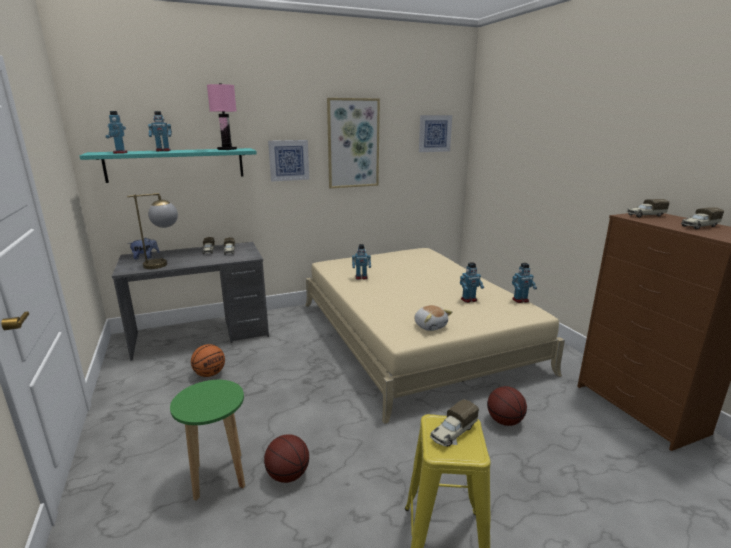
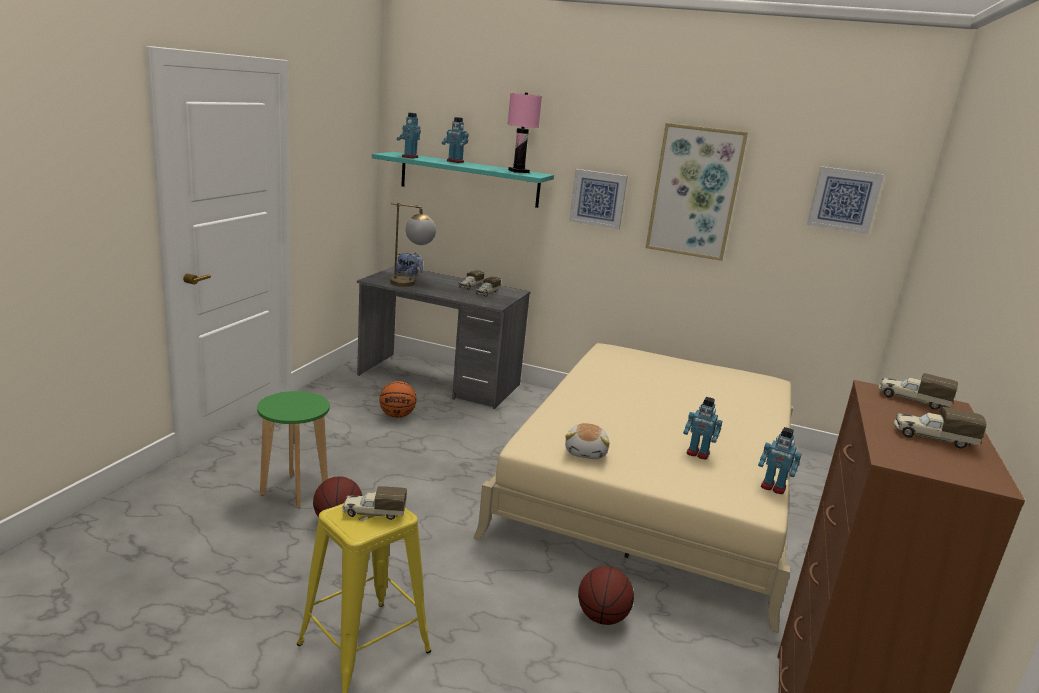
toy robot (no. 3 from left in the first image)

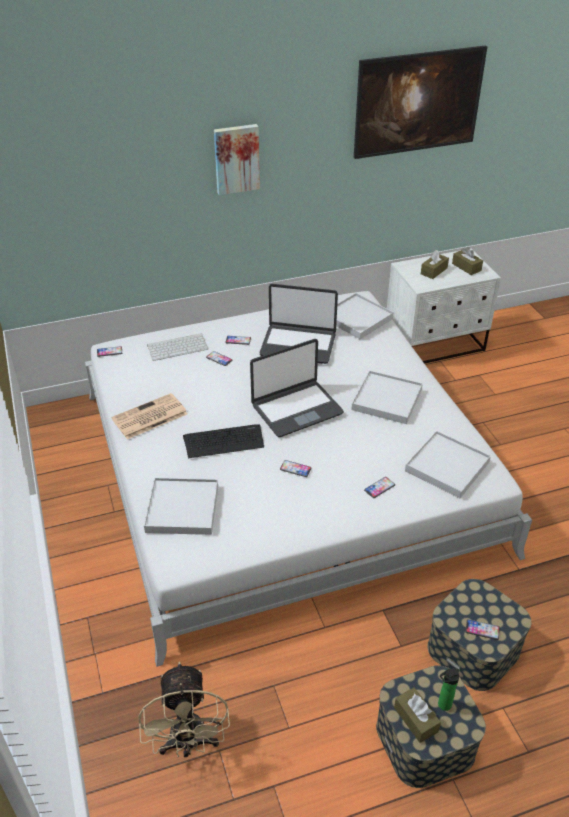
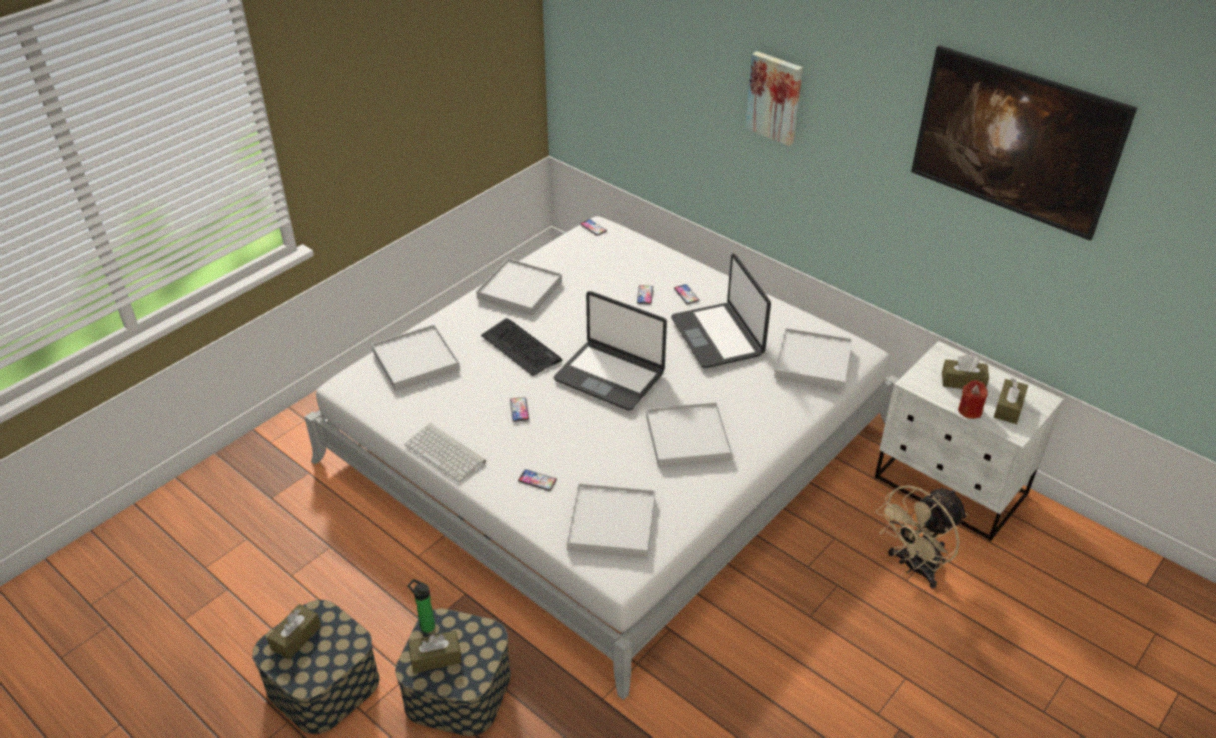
keyboard (no. 1 from left)
bottle
brown tissue box (no. 2 from left)
white tray (no. 2 from left)
beige fan
red candle

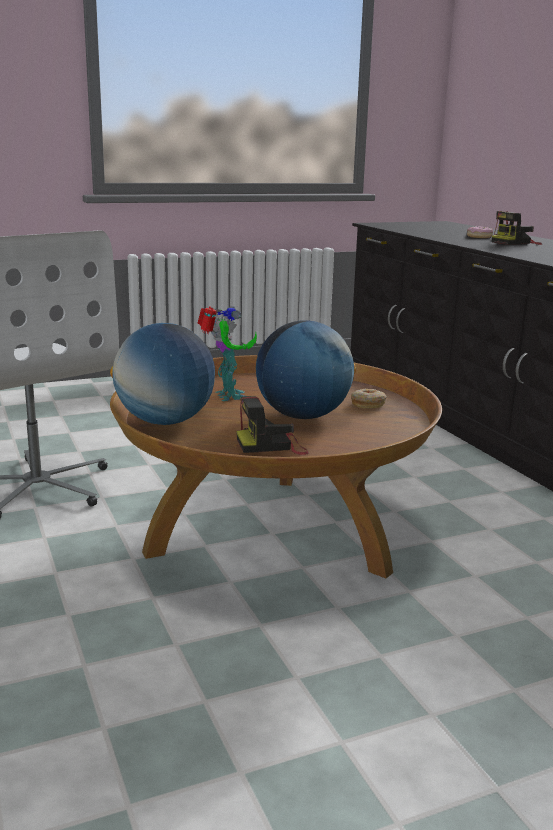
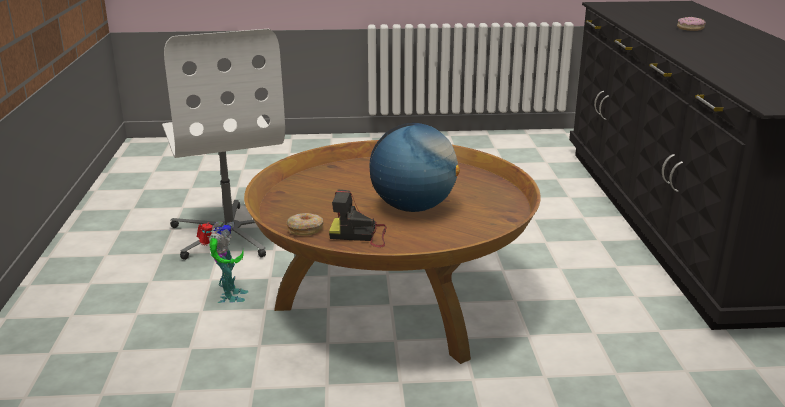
toy robot
donut (no. 1 from left)
globe (no. 1 from left in the first image)
photo camera (no. 2 from left in the first image)

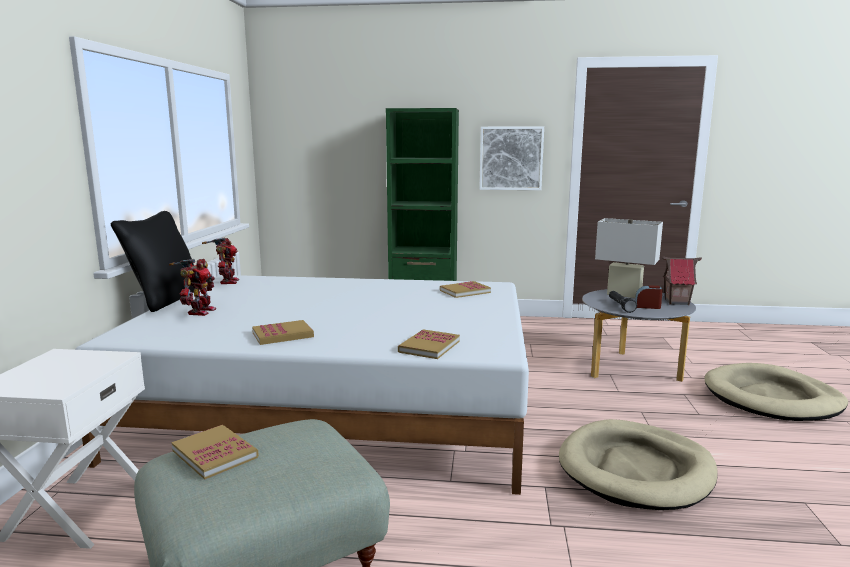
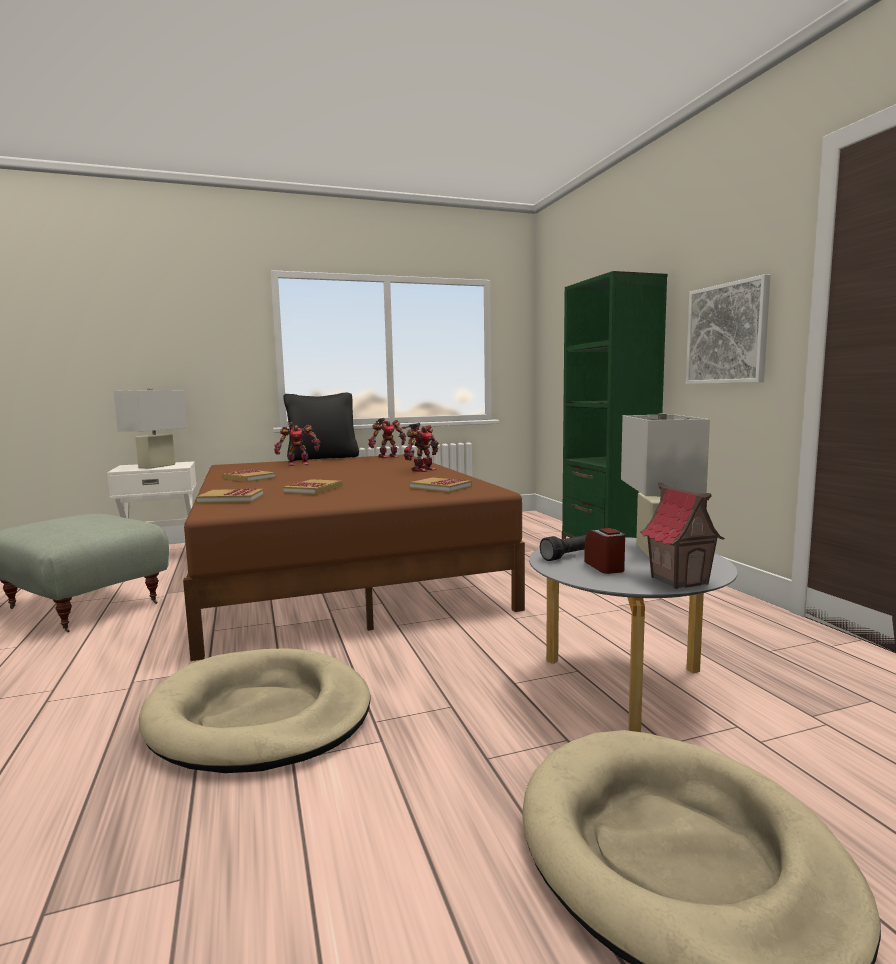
white table lamp (no. 1 from left)
brown bed
book (no. 3 from left)
toy robot (no. 3 from left)

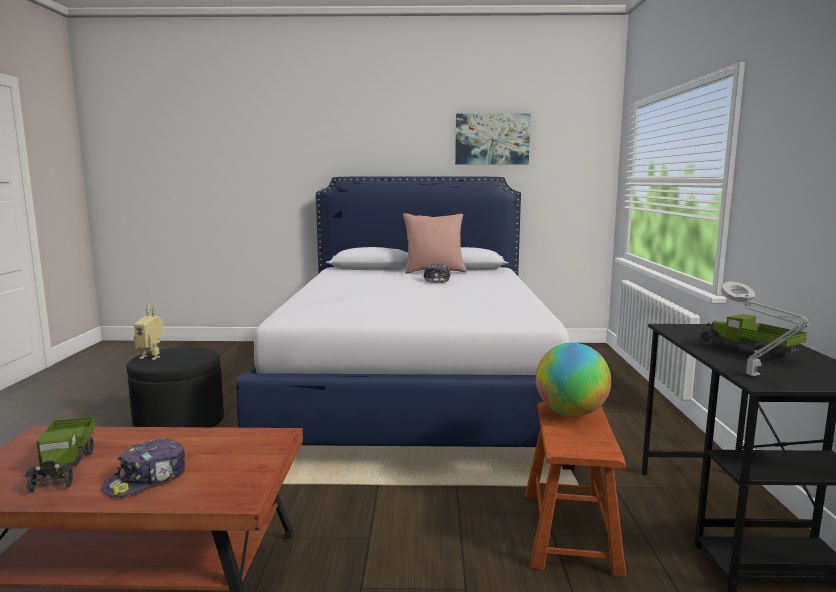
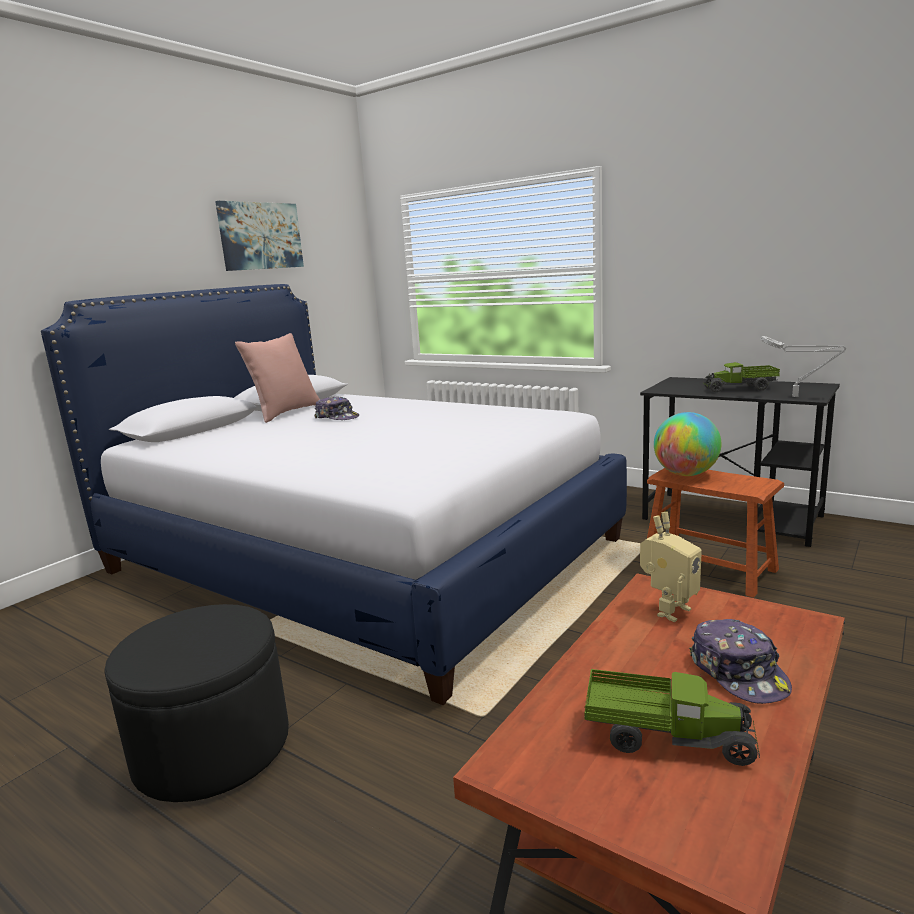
toy robot

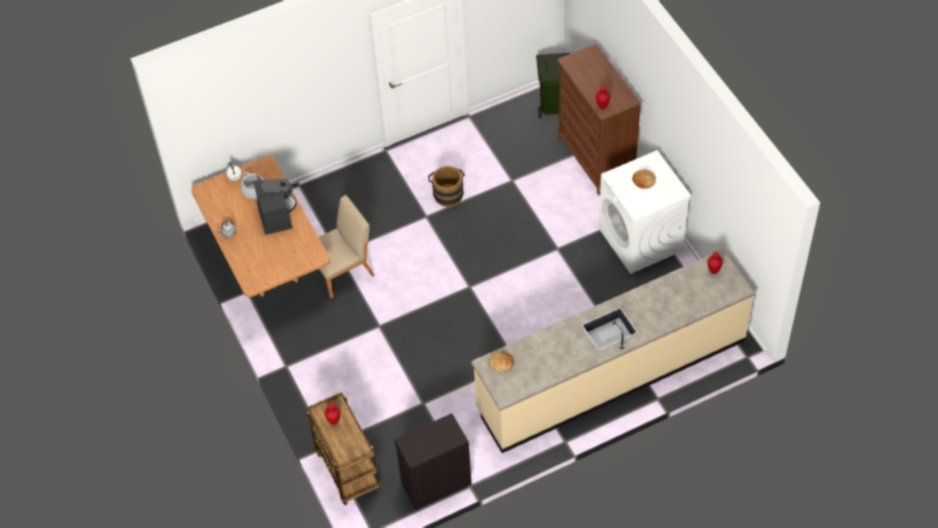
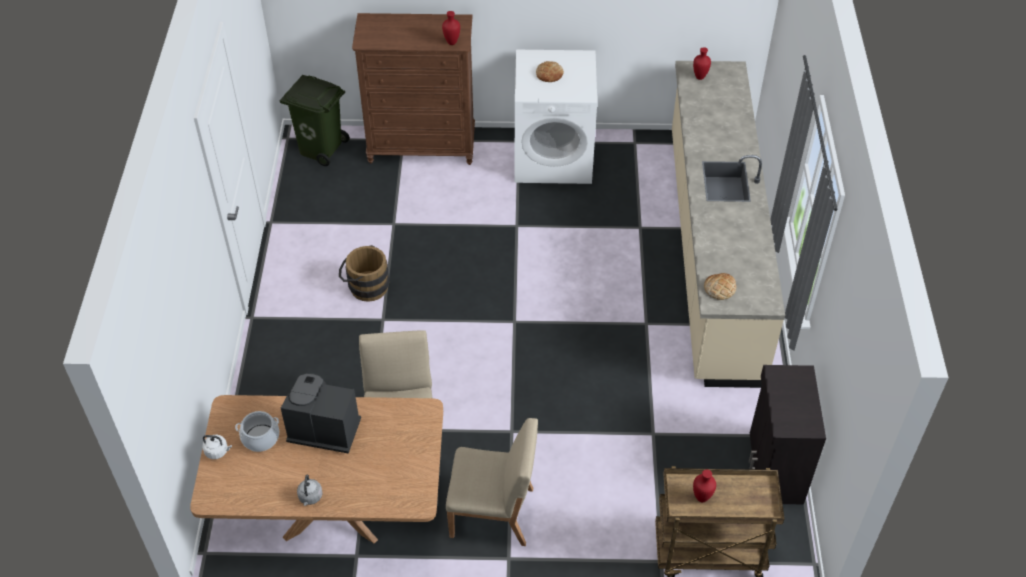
beige chair (no. 2 from left)

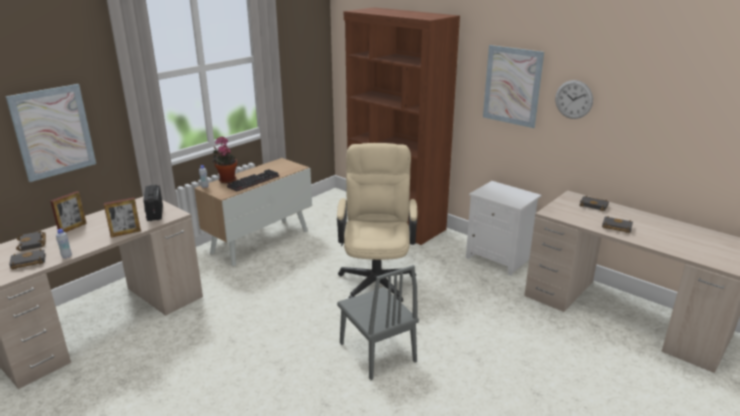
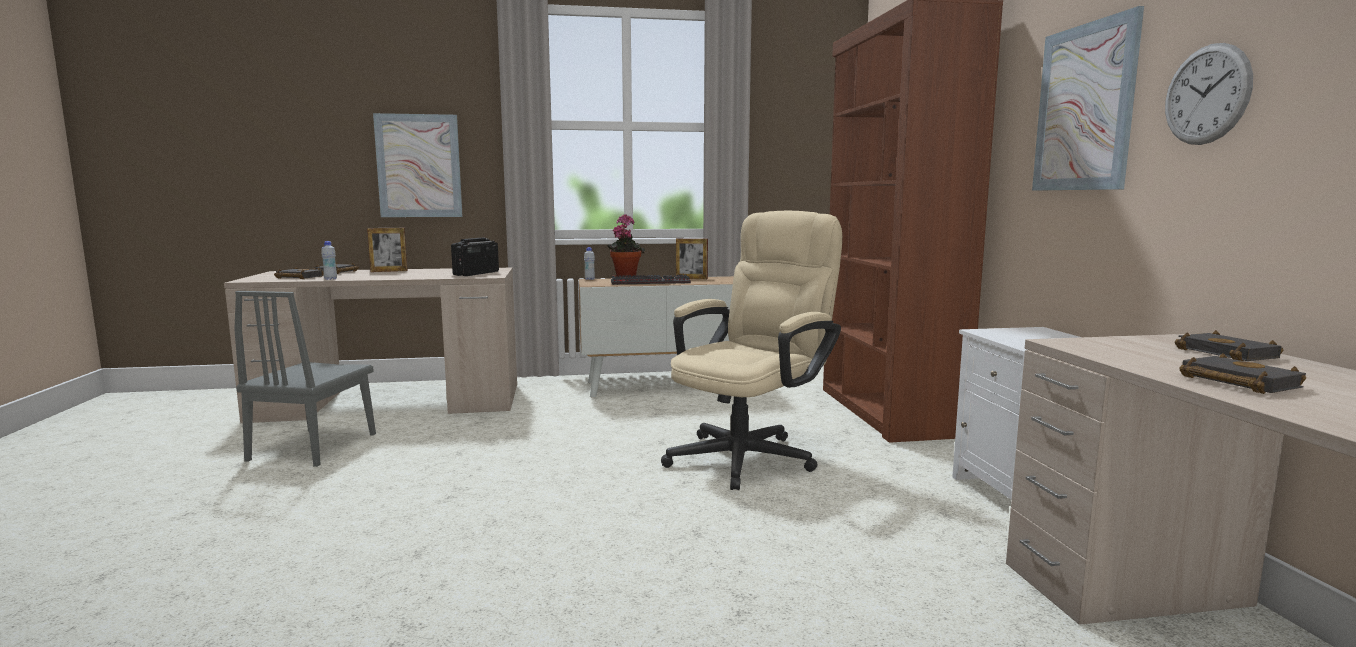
grey chair
picture frame (no. 2 from left)

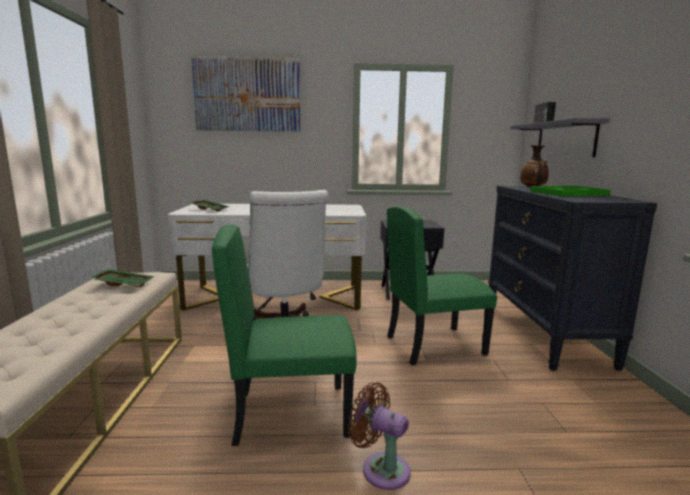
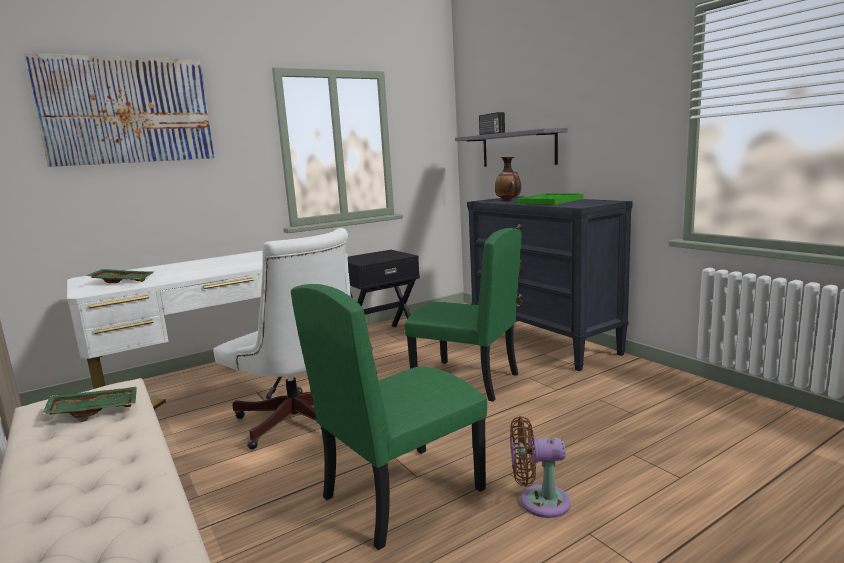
green chair (no. 2 from left)

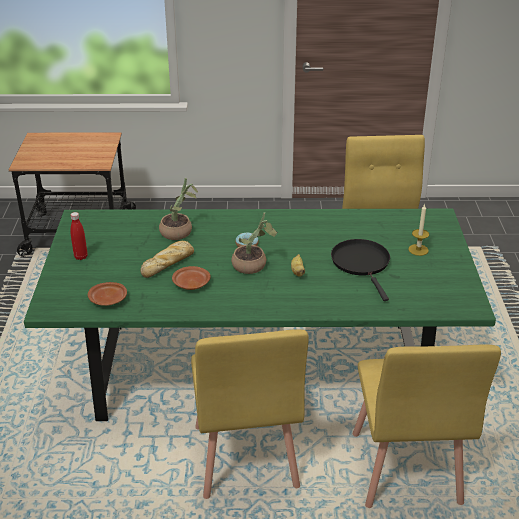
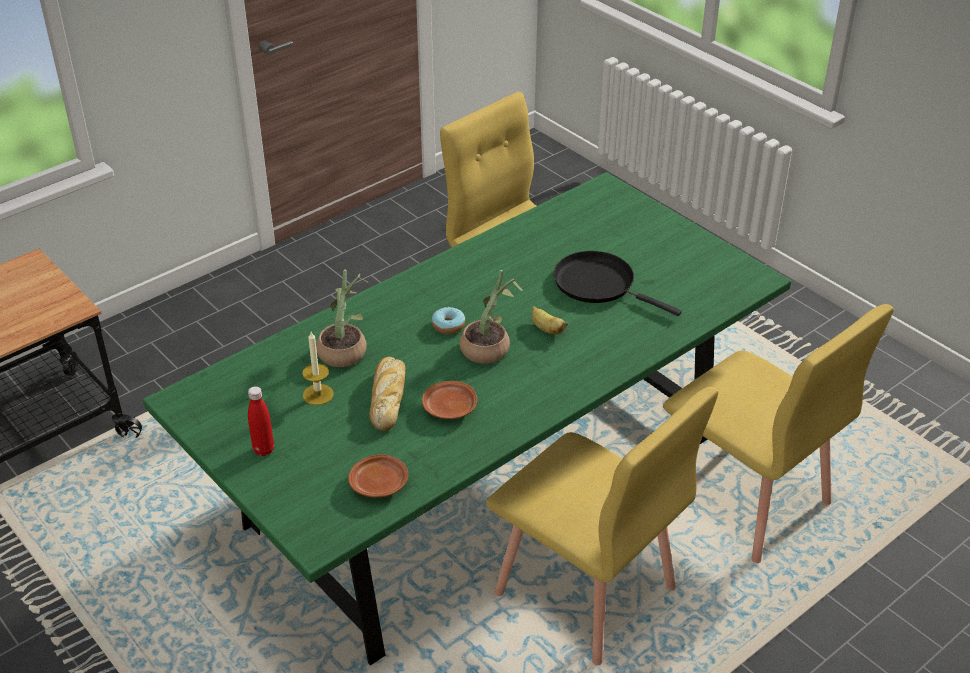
candle

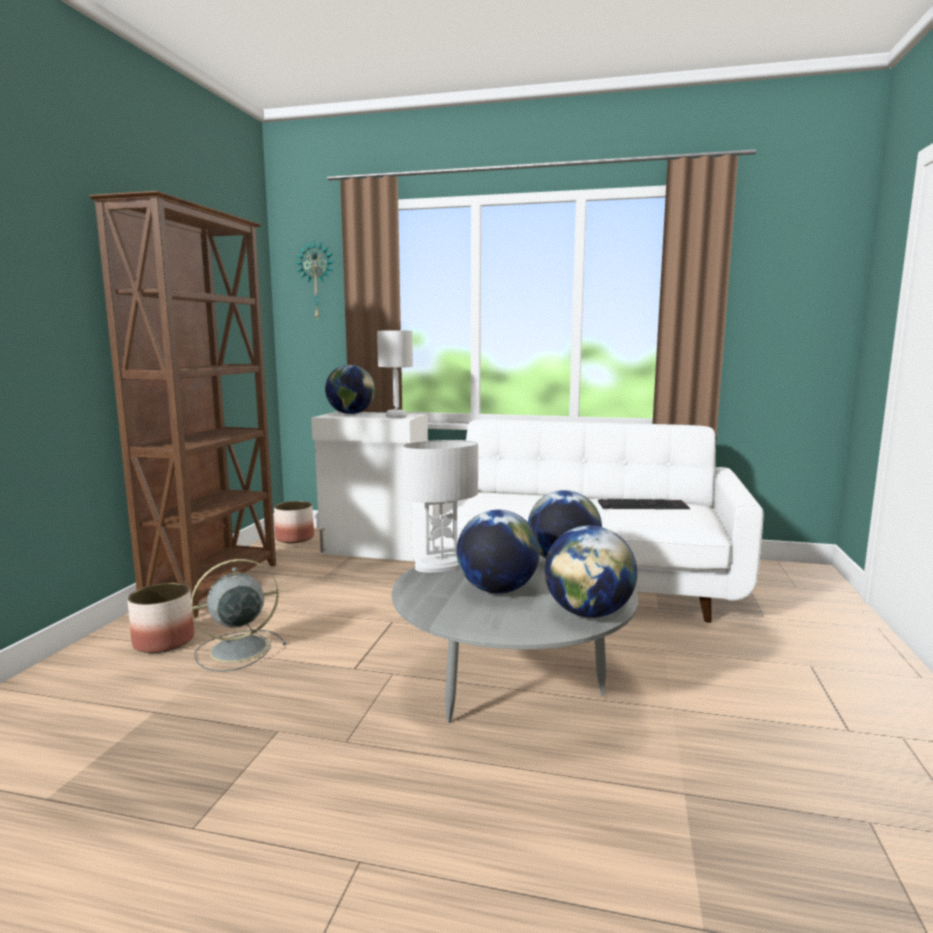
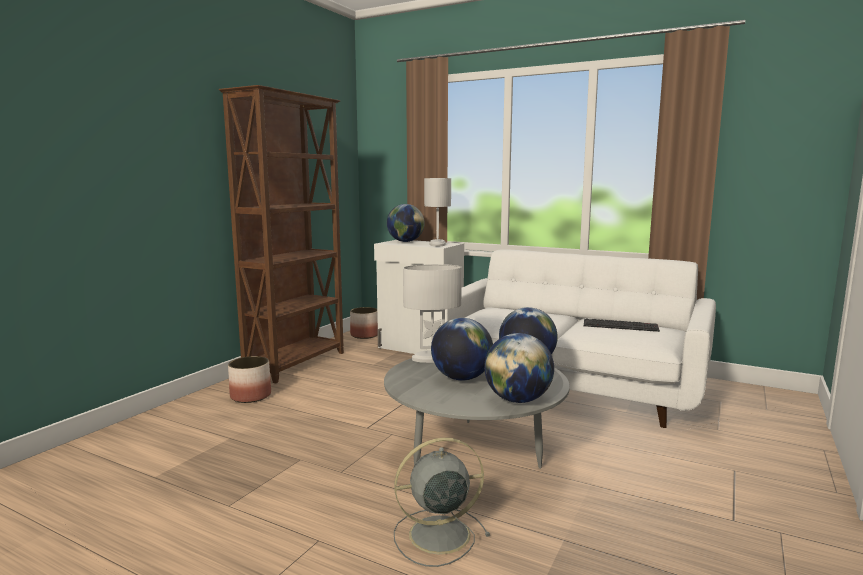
grey fan
wall clock

